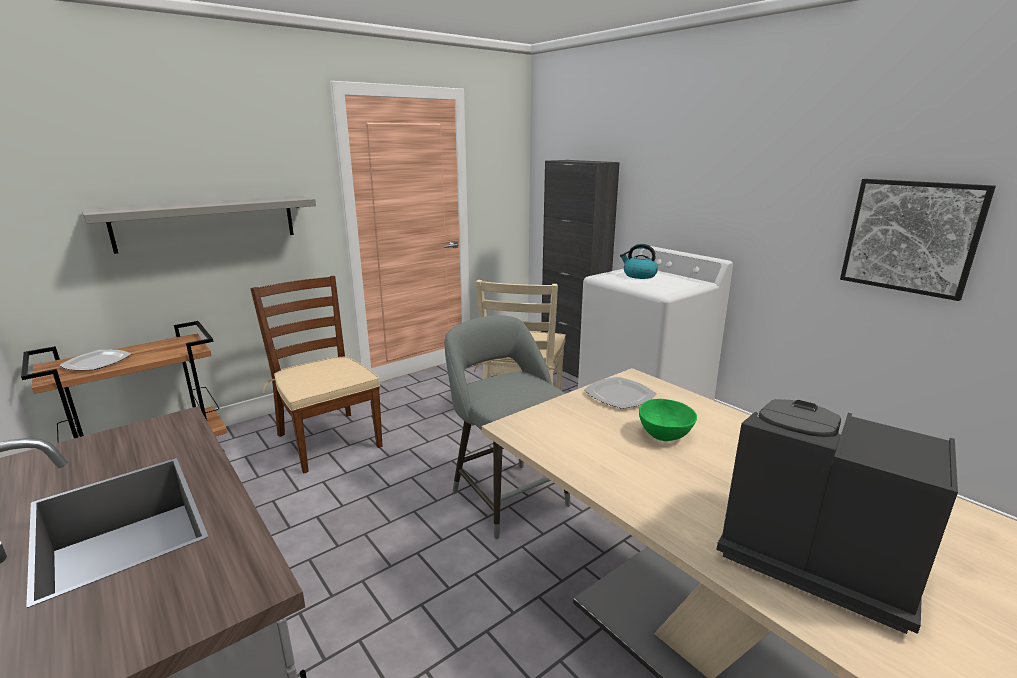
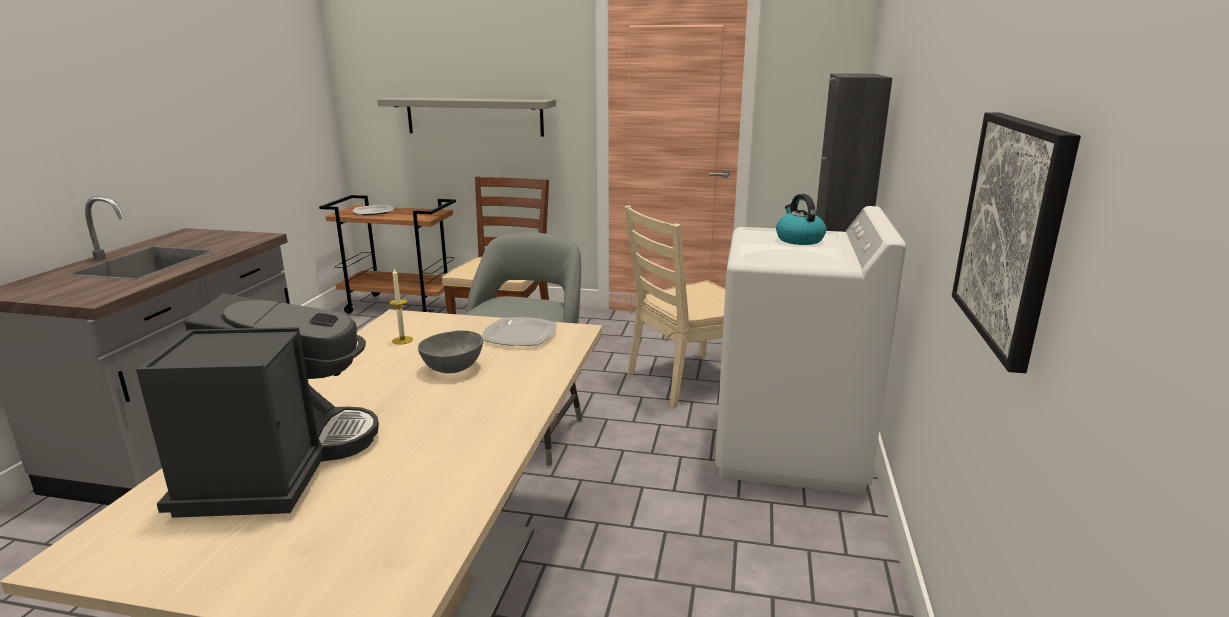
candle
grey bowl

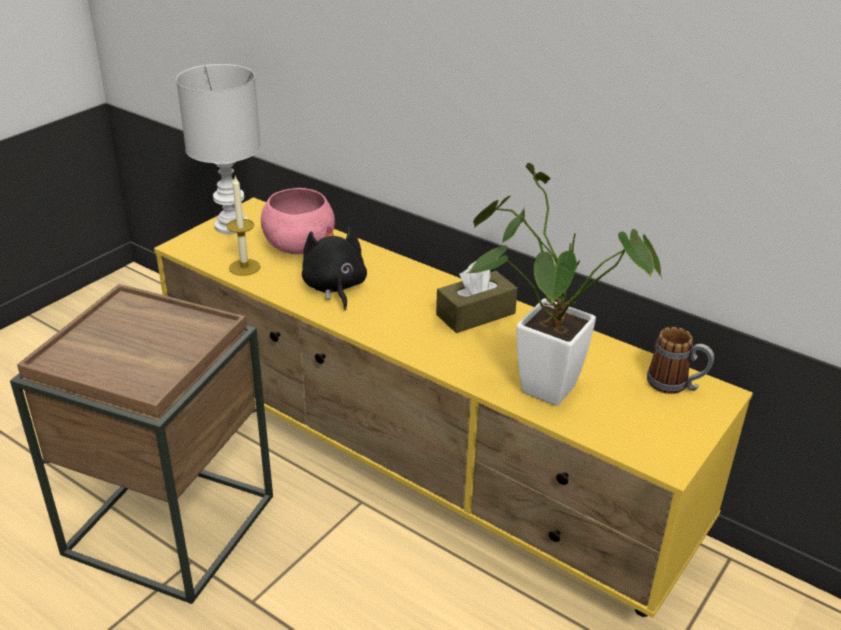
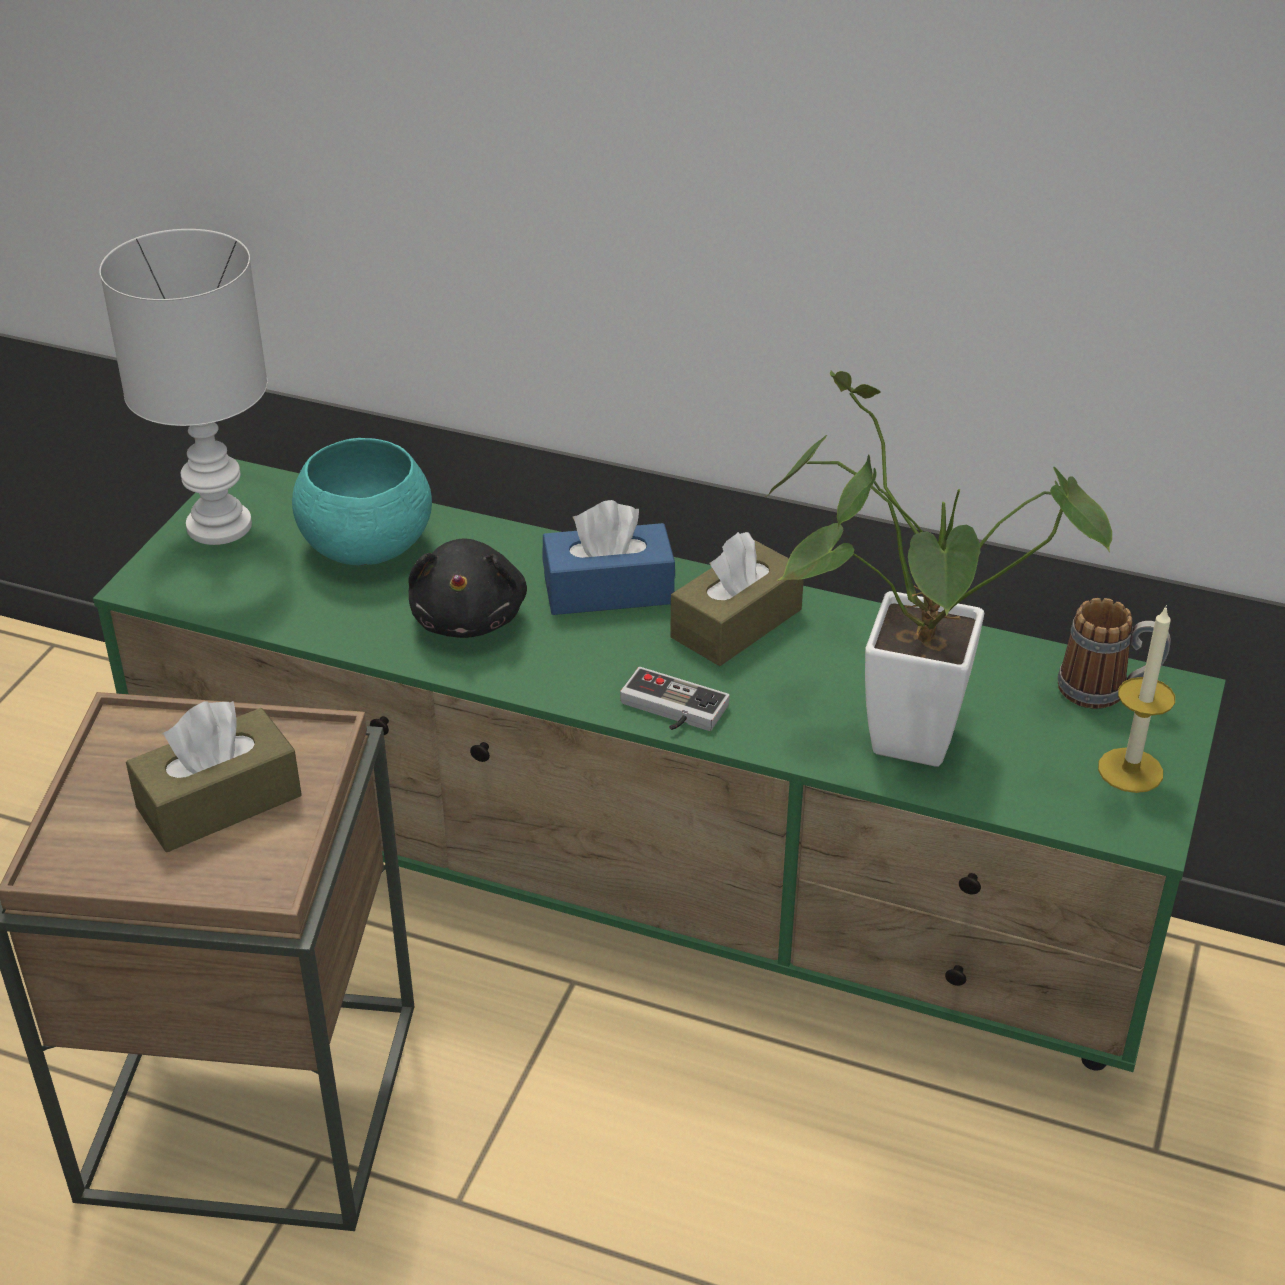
green tv stand
brown tissue box (no. 1 from left)
turquoise bowl
black plush toy
blue tissue box
game controller
candle

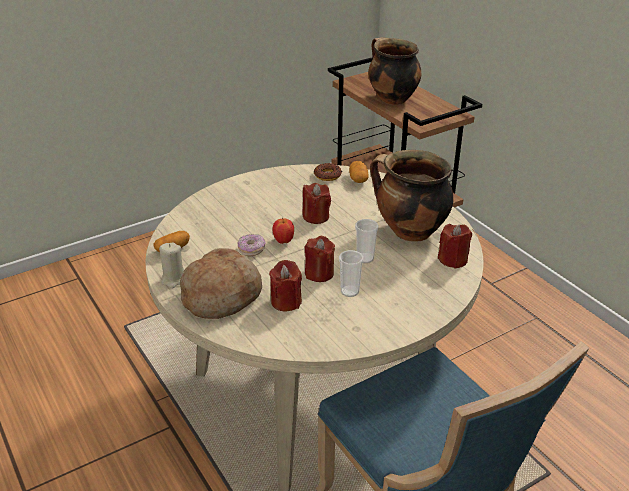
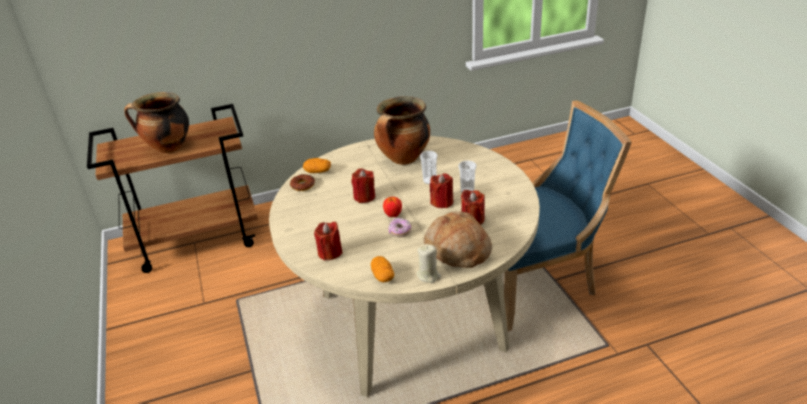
red candle (no. 1 from left)

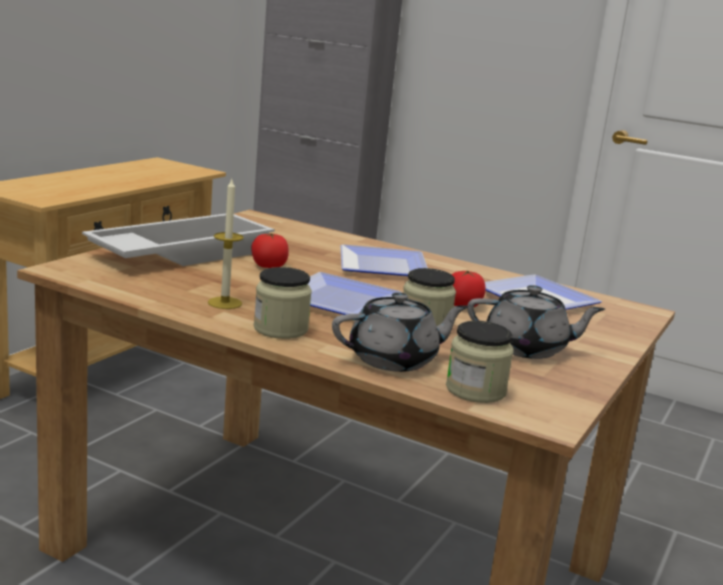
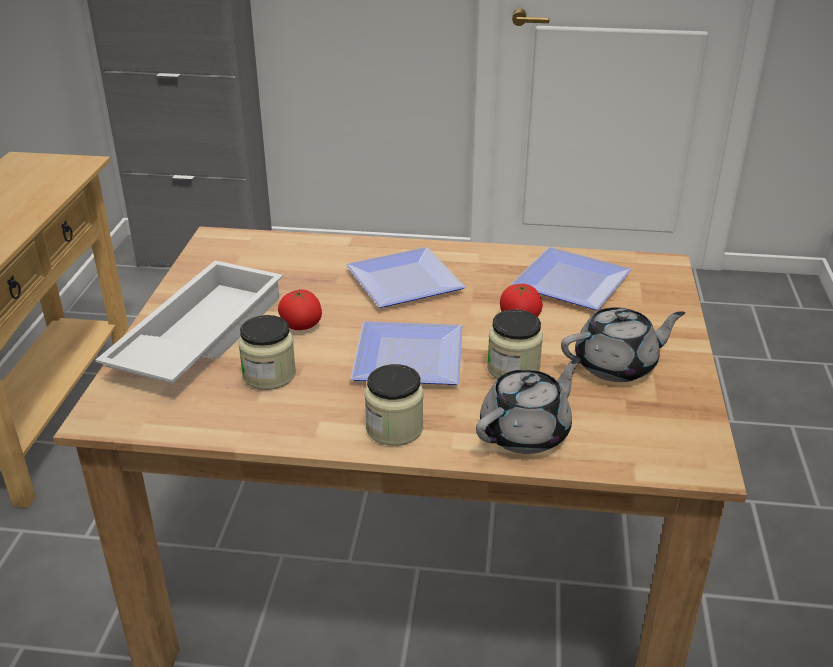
jar (no. 1 from left)
candle

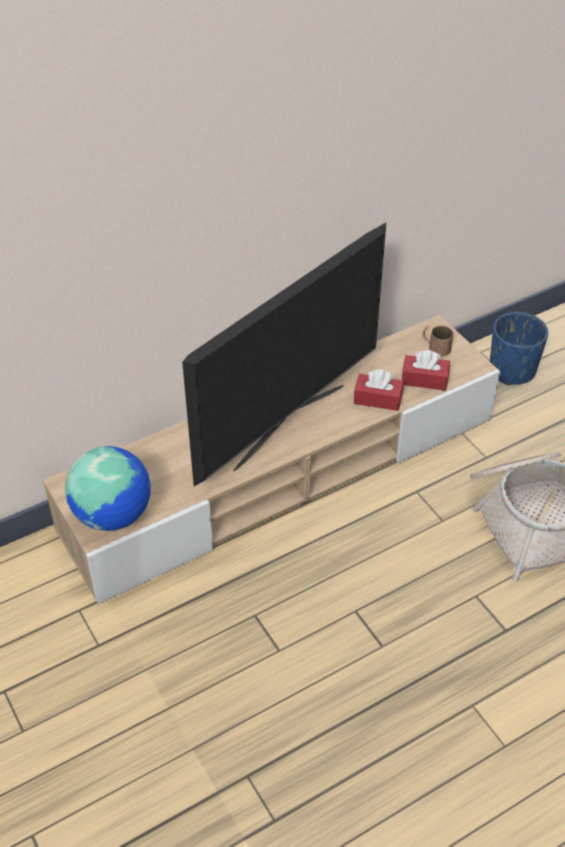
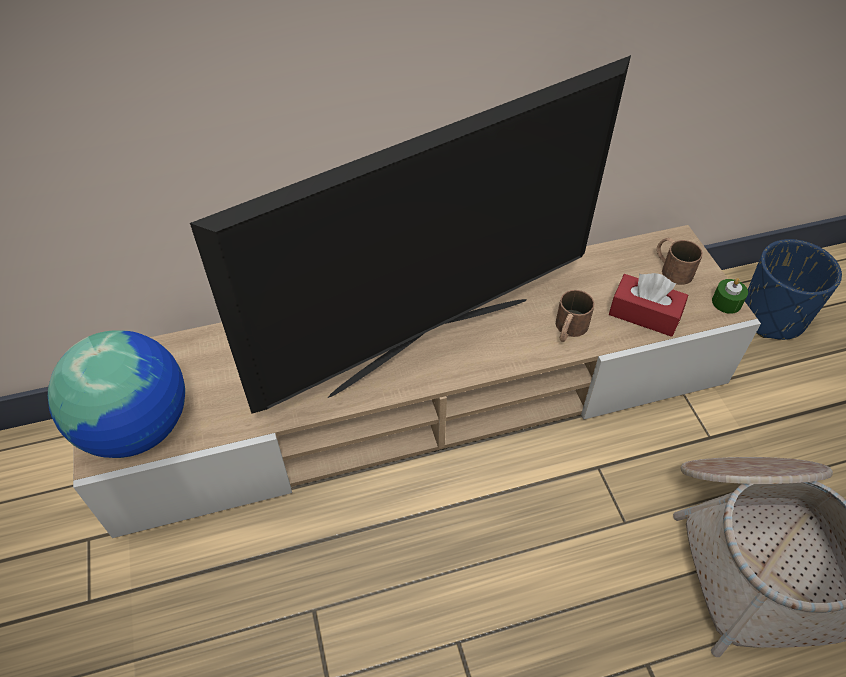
brown mug (no. 1 from left)
green candle

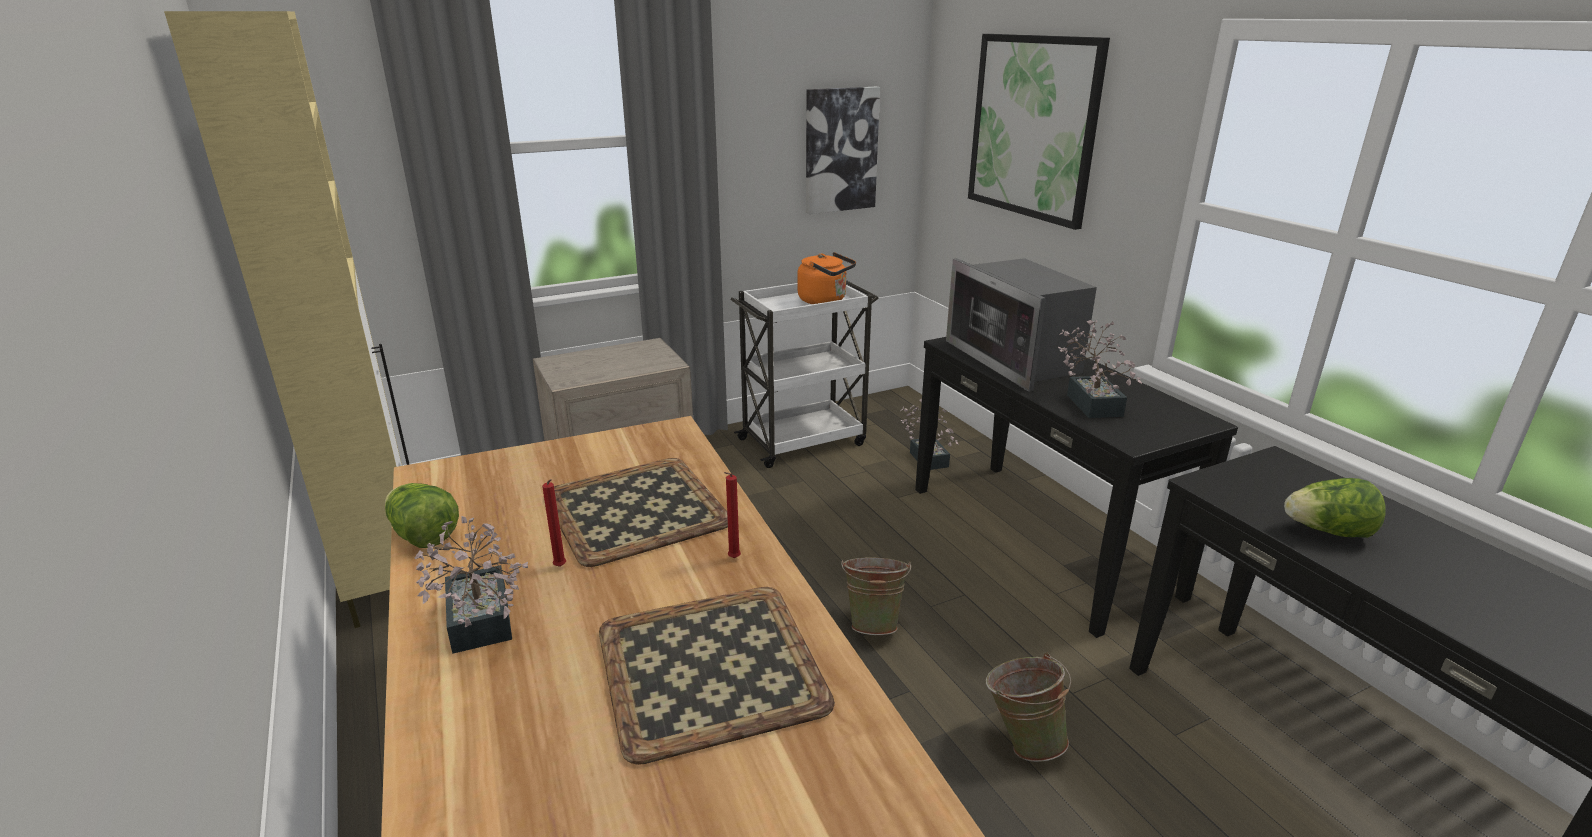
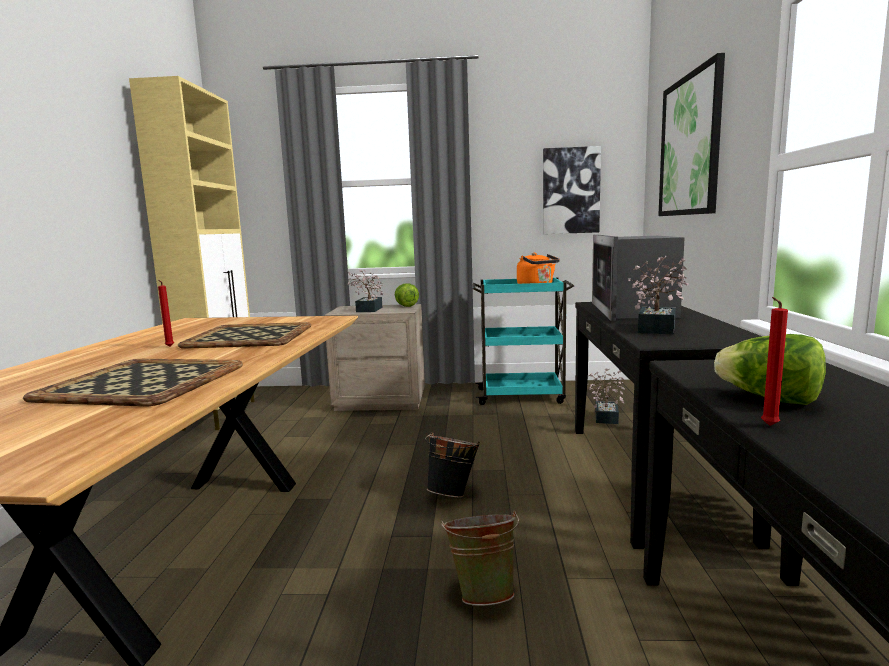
potted plant (no. 1 from left)
lettuce (no. 1 from left)
black bucket
turquoise cart
red candle (no. 2 from left)

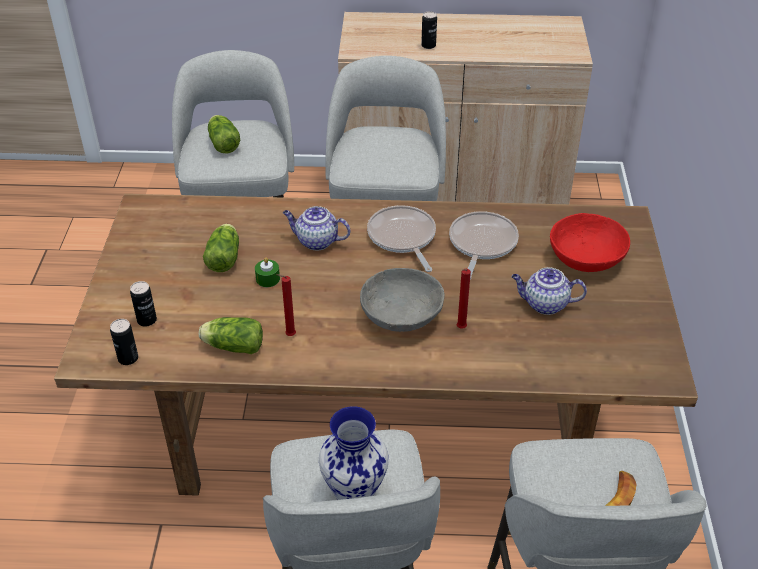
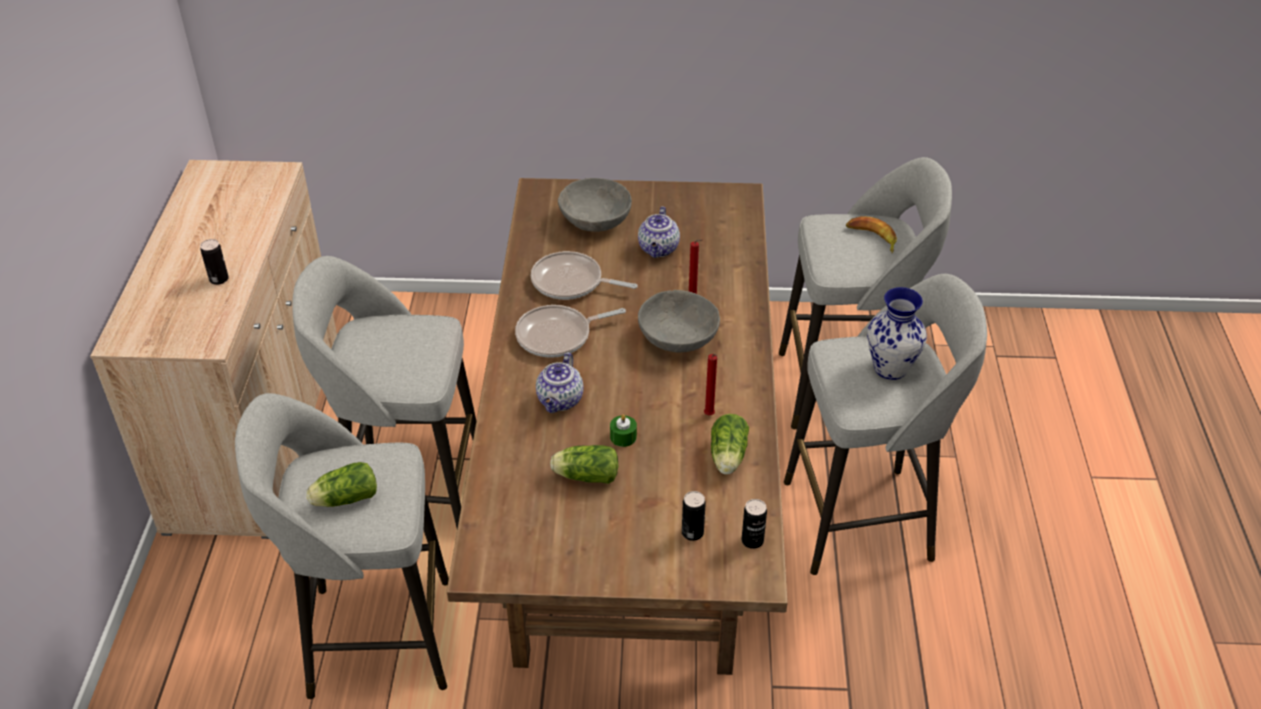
grey bowl (no. 1 from left)

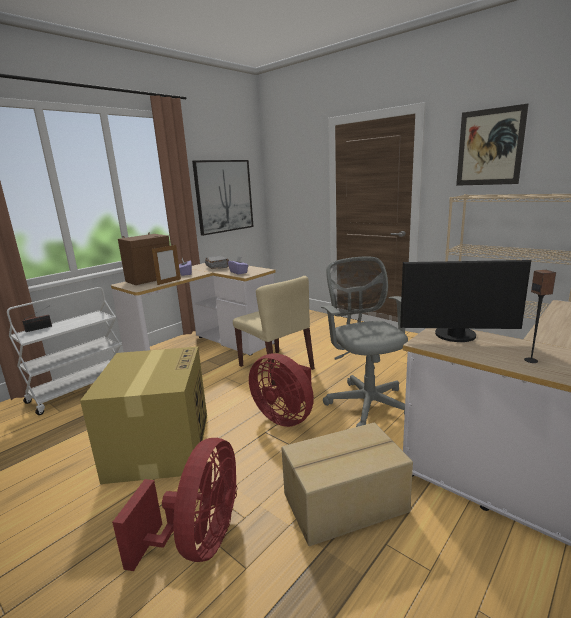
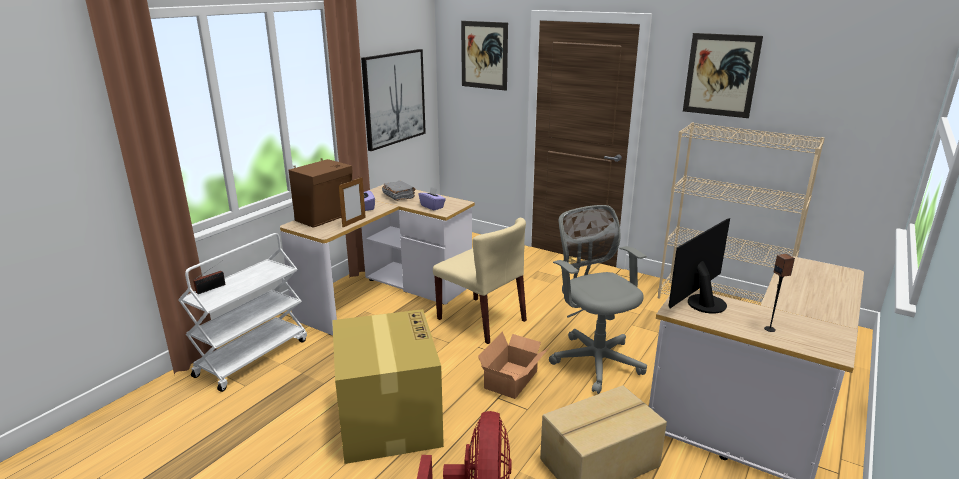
picture (no. 2 from left)
cardboard box (no. 2 from left)
monitor

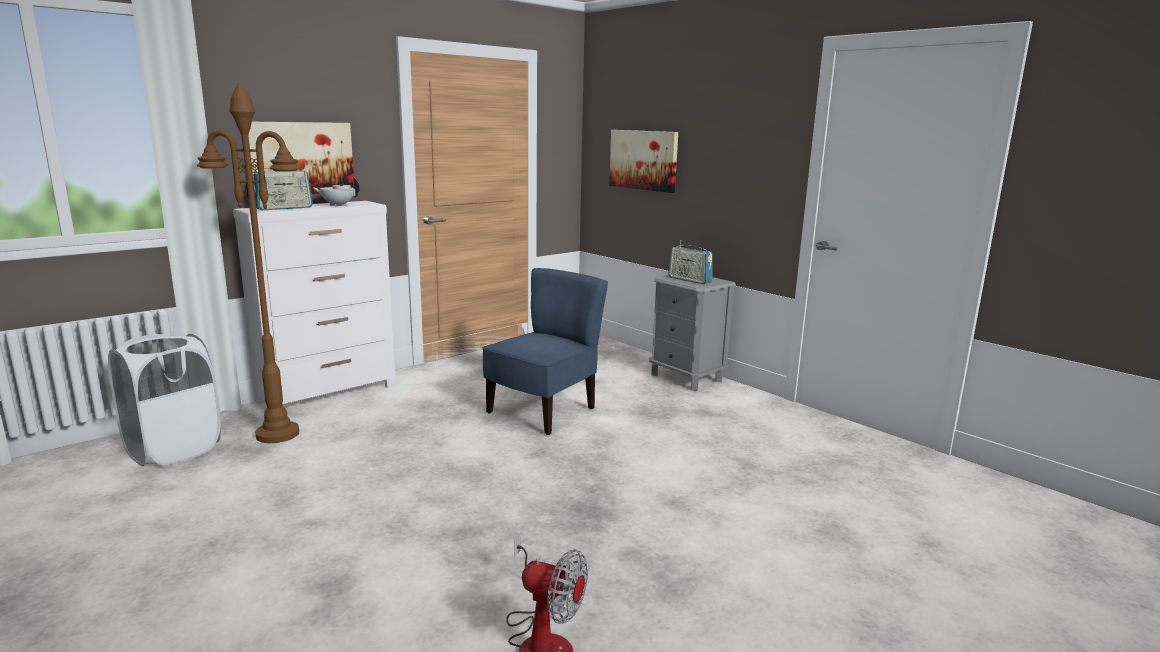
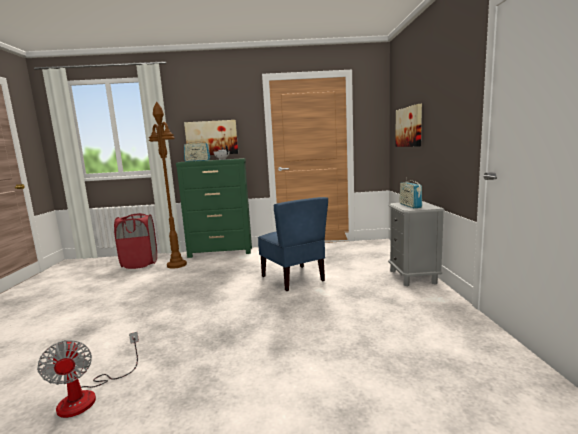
red laundry basket
green dresser
blue chair

